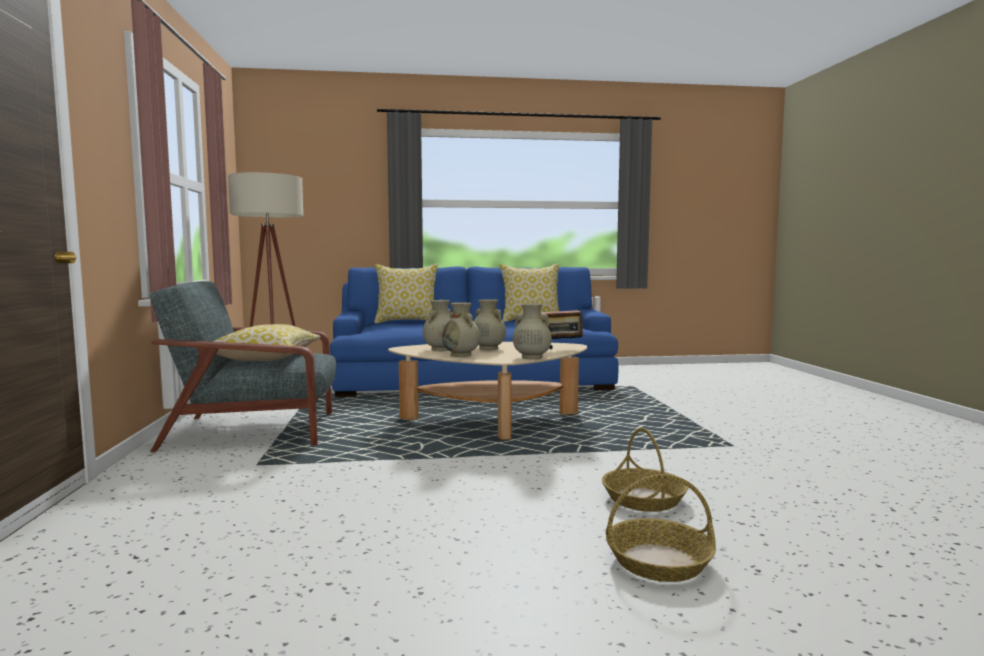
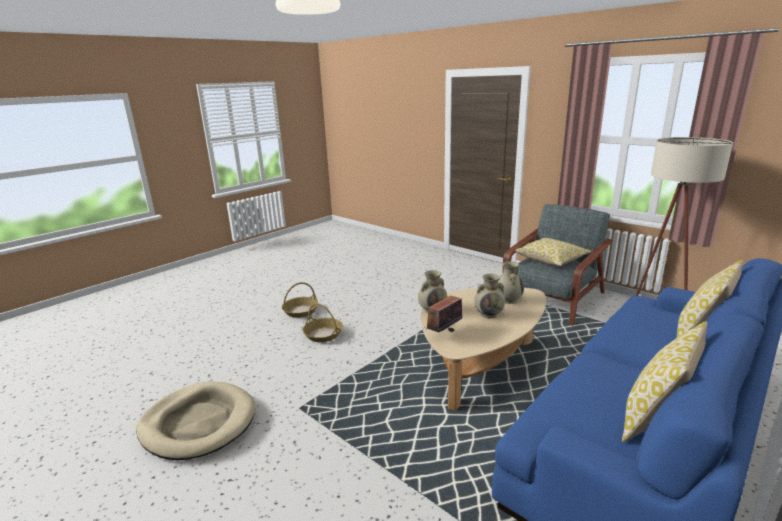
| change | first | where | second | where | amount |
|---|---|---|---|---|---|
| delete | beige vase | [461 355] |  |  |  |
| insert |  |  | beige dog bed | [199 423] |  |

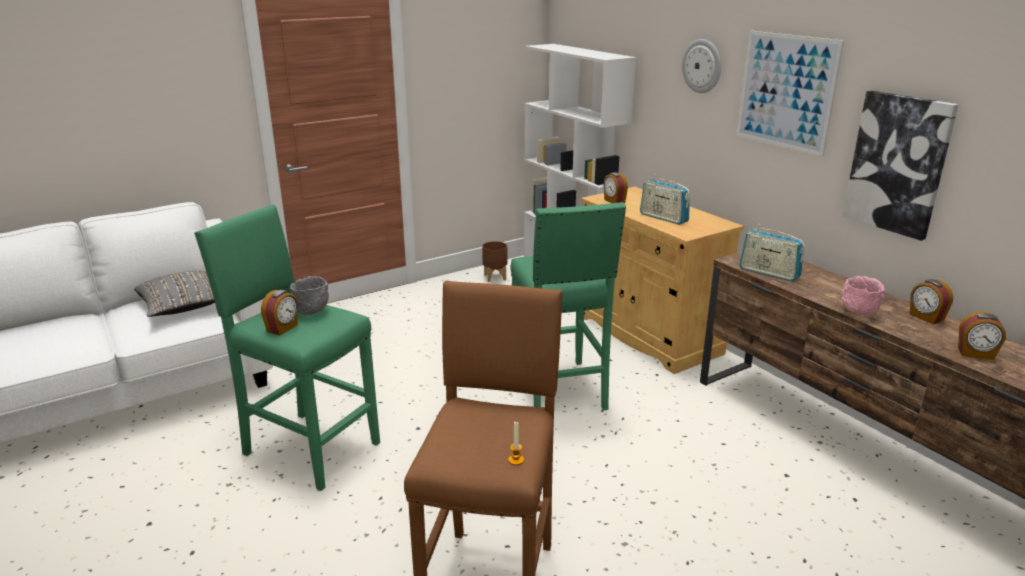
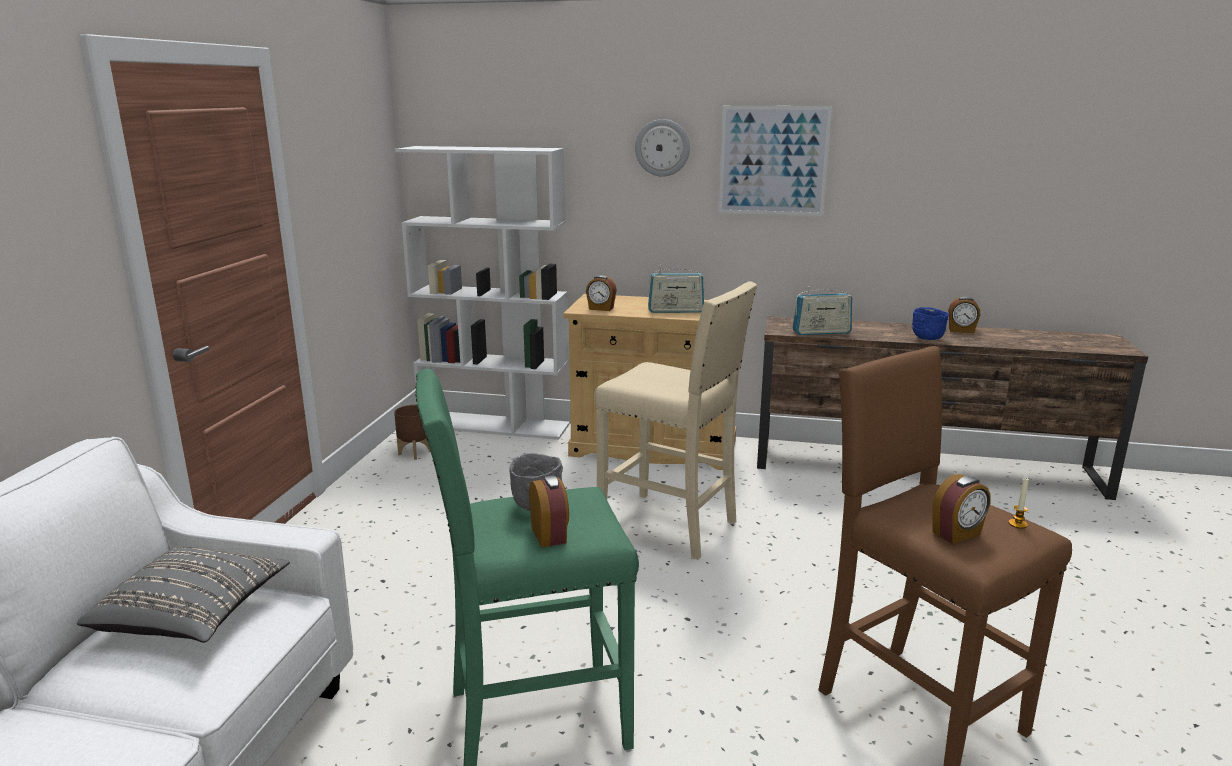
| change | first | where | second | where | amount |
|---|---|---|---|---|---|
| recolor | green stool | [558 390] | beige stool | [670 526] |  |
| delete | picture | [898 164] |  |  |  |
| recolor | pink bowl | [858 312] | blue bowl | [926 339] |  |
| move | alarm clock | [975 354] |  | [957 534] |  |

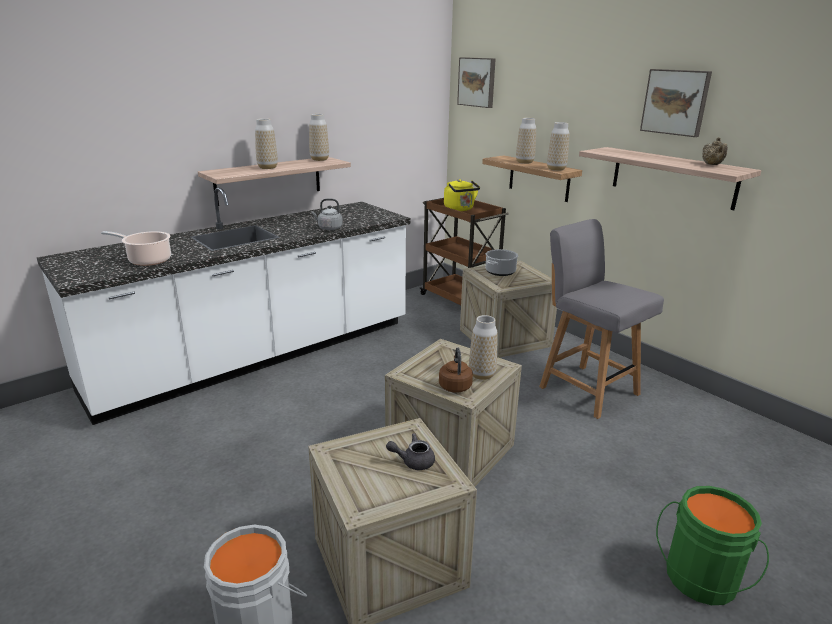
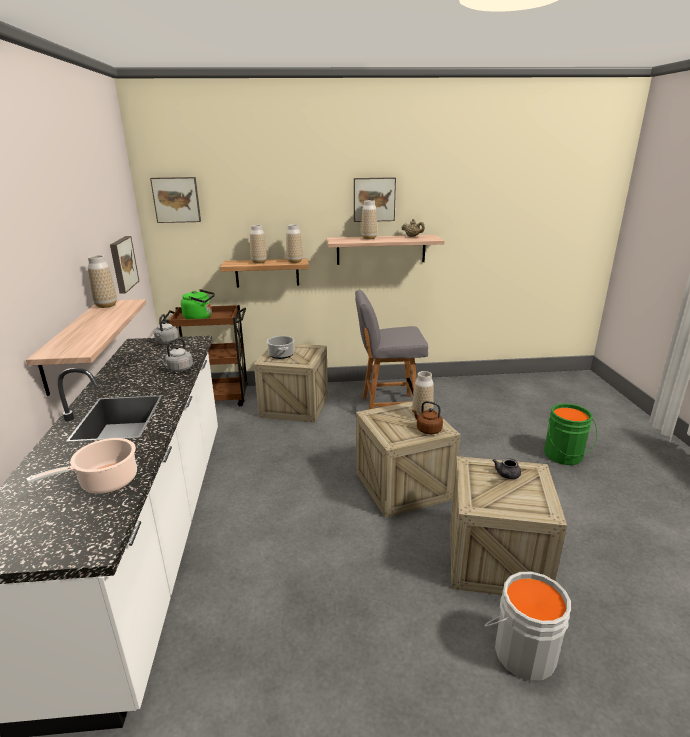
| change | first | where | second | where | amount |
|---|---|---|---|---|---|
| move | vase | [267 167] |  | [369 238] |  |
| recolor | yellow kettle | [460 209] | green kettle | [200 318] |  |
| insert |  |  | picture | [122 264] |  |
| insert |  |  | grey kettle | [166 342] |  |

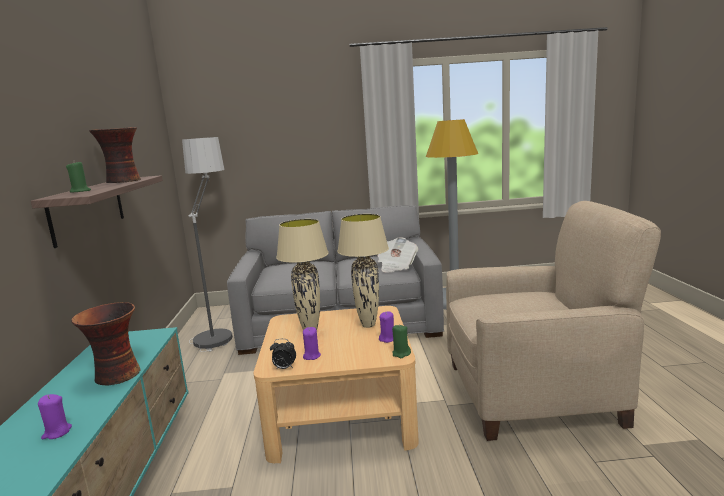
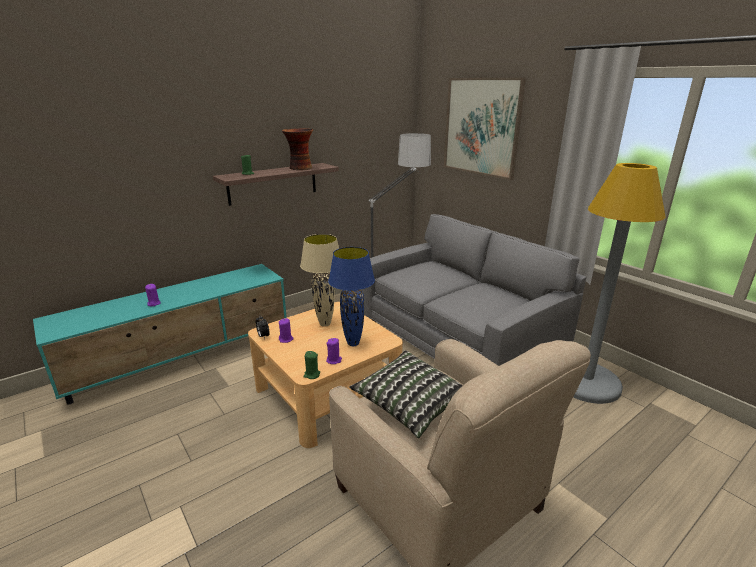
| change | first | where | second | where | amount |
|---|---|---|---|---|---|
| delete | vase | [116 376] |  |  |  |
| recolor | beige table lamp | [368 325] | blue table lamp | [353 343] |  |
| delete | newspaper | [396 266] |  |  |  |
| insert |  |  | pillow | [410 404] |  |
| insert |  |  | picture | [481 127] |  |

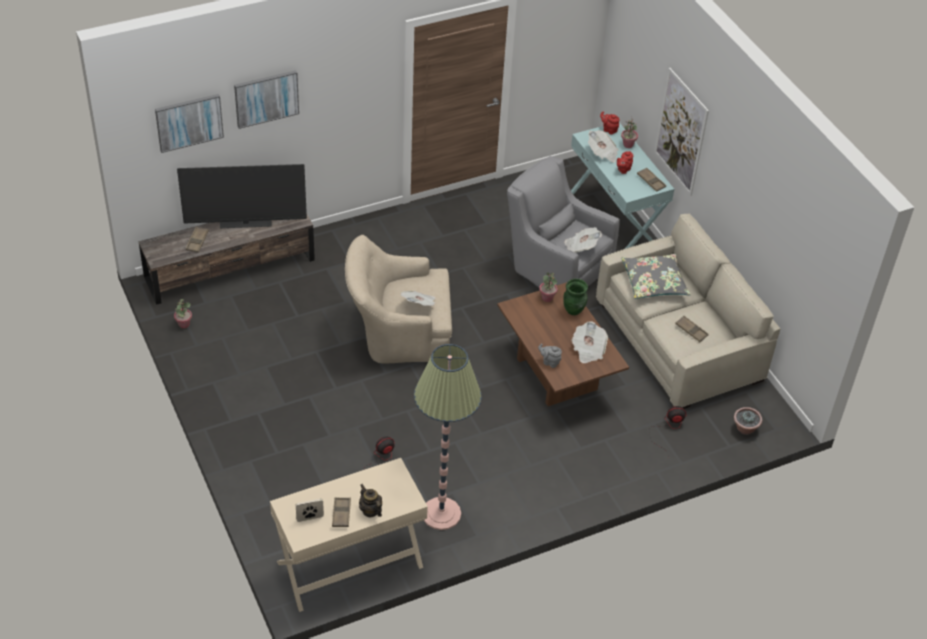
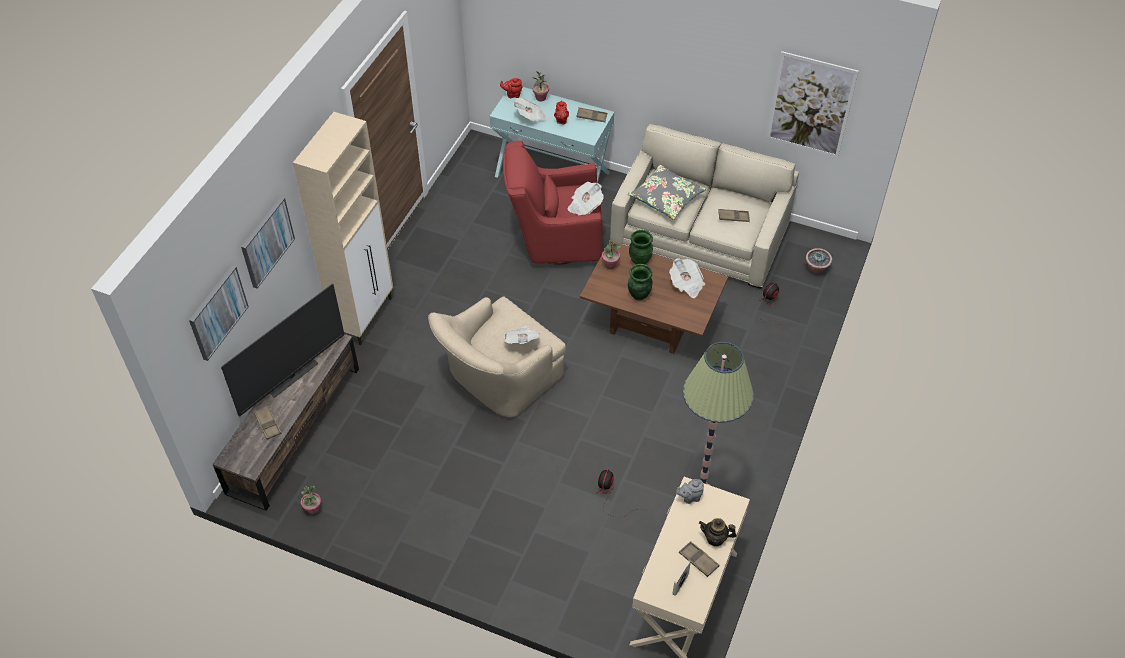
| change | first | where | second | where | amount |
|---|---|---|---|---|---|
| recolor | grey armchair | [555 269] | red armchair | [554 241] |  |
| move | grey teapot | [550 362] |  | [689 497] |  |
| move | picture | [681 132] |  | [810 105] |  |
| insert |  |  | beige cabinet | [365 316] |  |
| insert |  |  | green vase | [638 295] |  |

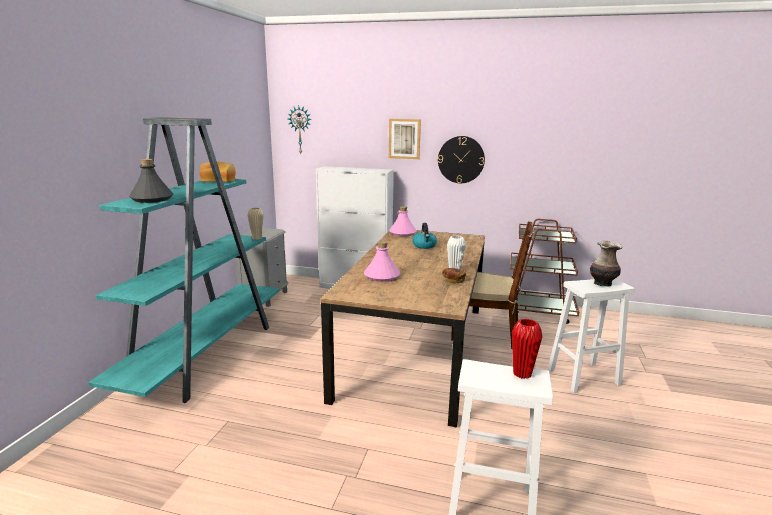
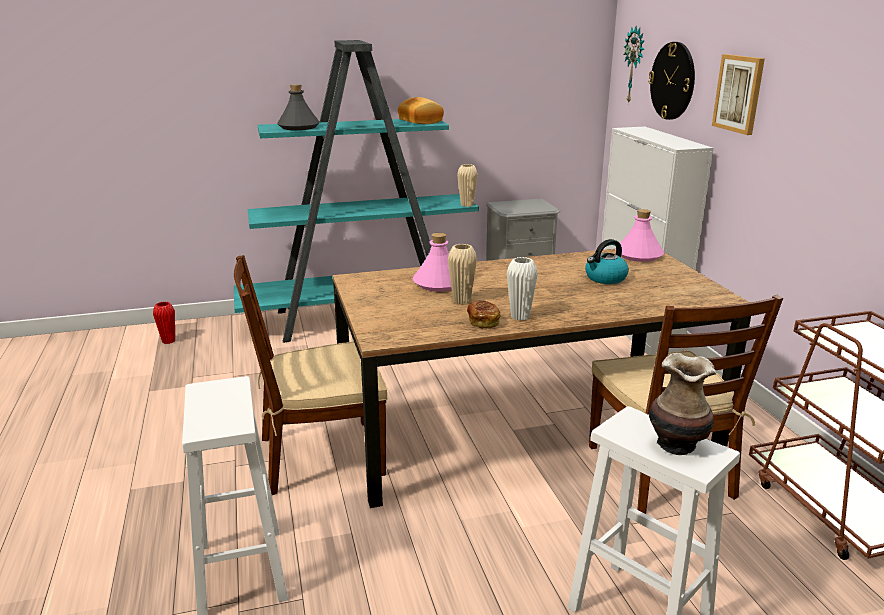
| change | first | where | second | where | amount |
|---|---|---|---|---|---|
| move | wall clock | [461 159] |  | [672 81] |  |
| move | red vase | [522 374] |  | [168 341] |  |
| insert |  |  | brown chair | [320 456] |  |
| insert |  |  | beige vase | [461 300] |  |

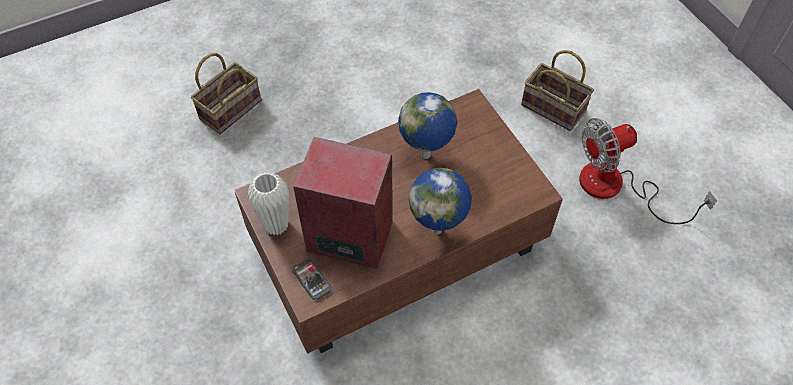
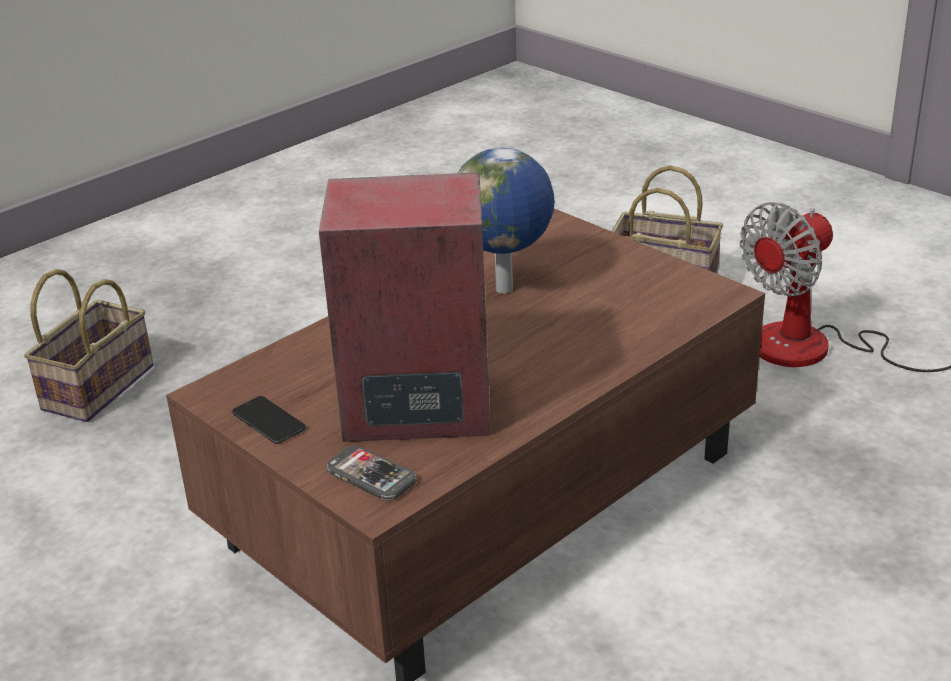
| change | first | where | second | where | amount |
|---|---|---|---|---|---|
| replace | white vase | [276 225] | phone | [269 421] |  |
| delete | globe | [438 229] |  |  |  |

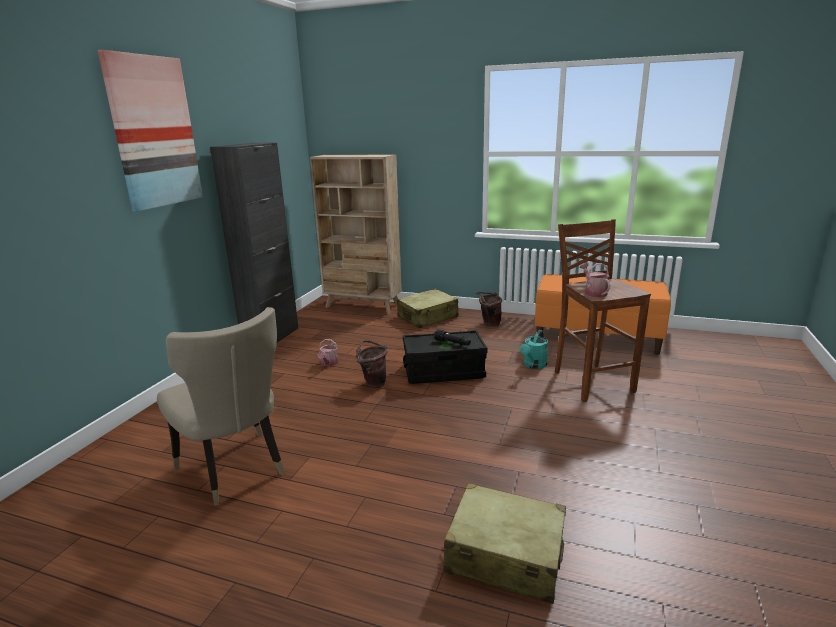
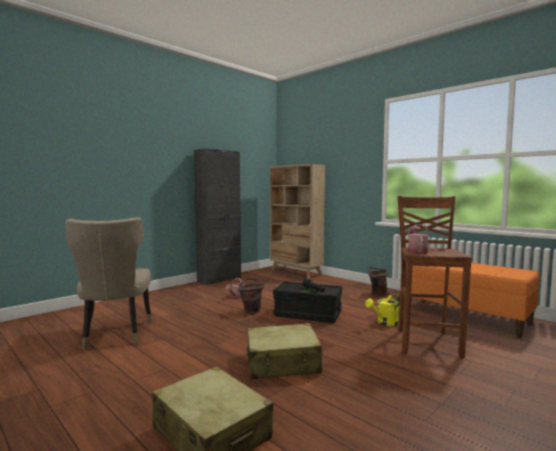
| change | first | where | second | where | amount |
|---|---|---|---|---|---|
| delete | picture | [154 132] |  |  |  |
| move | beige suitcase | [428 317] |  | [283 363] |  |
| recolor | turquoise watering can | [533 365] | yellow watering can | [385 323] |  |

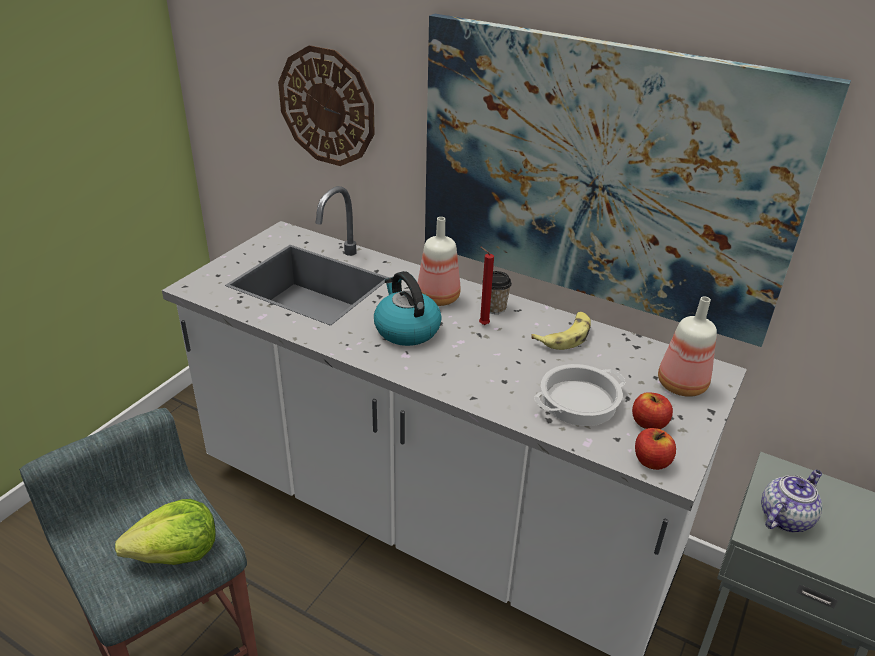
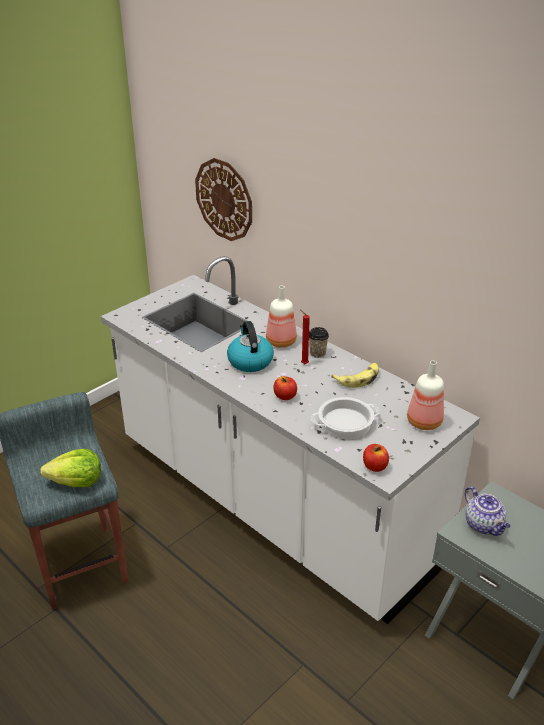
| change | first | where | second | where | amount |
|---|---|---|---|---|---|
| delete | picture | [598 176] |  |  |  |
| move | apple | [649 423] |  | [285 396] |  |
| rotate | teapot | [785 517] |  | [484 525] | 90 degrees clockwise |

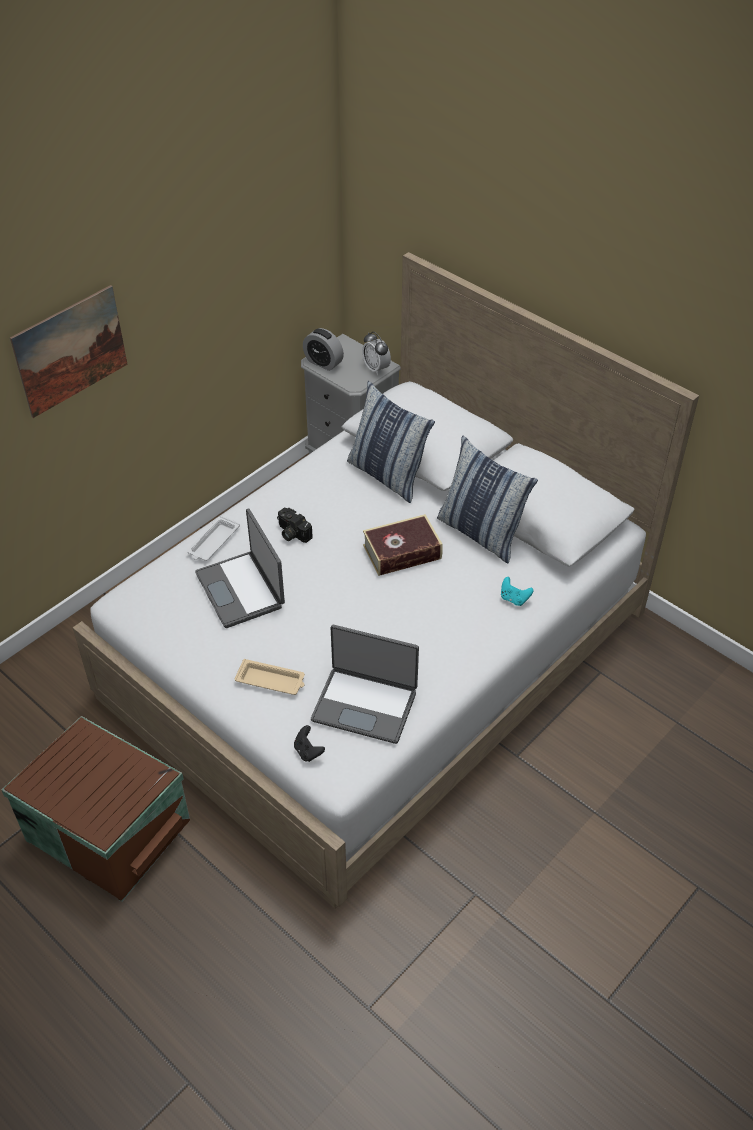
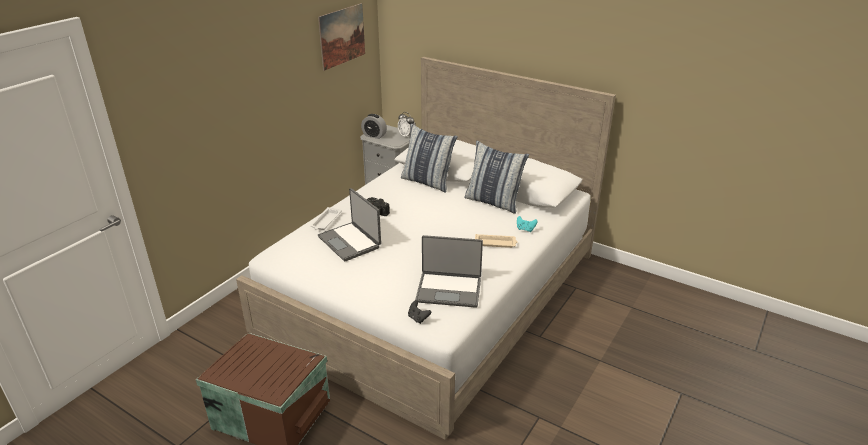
| change | first | where | second | where | amount |
|---|---|---|---|---|---|
| move | picture | [70 351] |  | [342 36] |  |
| move | beige tray | [271 681] |  | [496 243] |  |
| delete | book | [402 552] |  |  |  |

